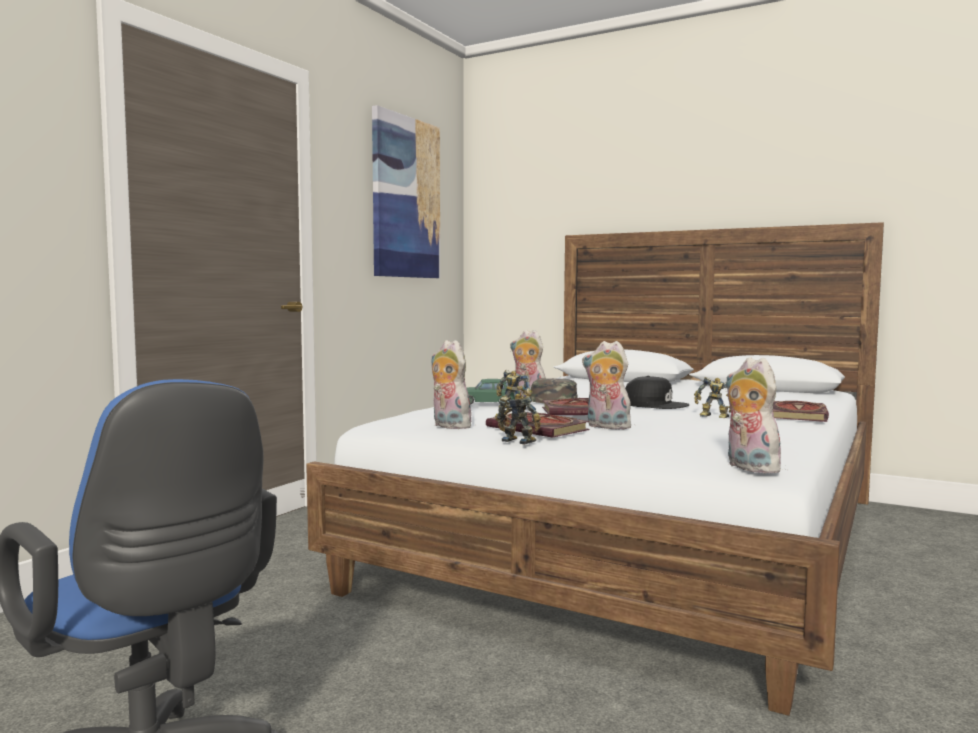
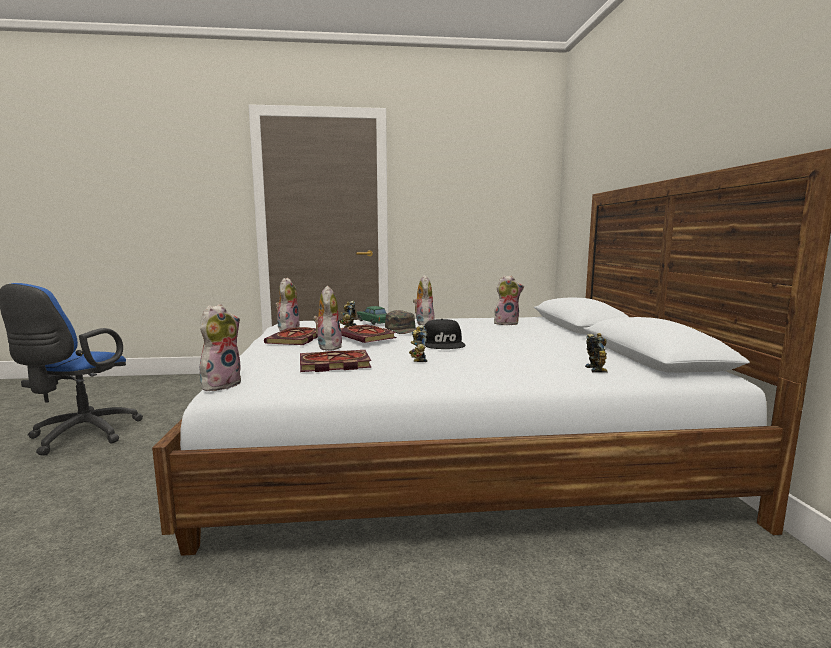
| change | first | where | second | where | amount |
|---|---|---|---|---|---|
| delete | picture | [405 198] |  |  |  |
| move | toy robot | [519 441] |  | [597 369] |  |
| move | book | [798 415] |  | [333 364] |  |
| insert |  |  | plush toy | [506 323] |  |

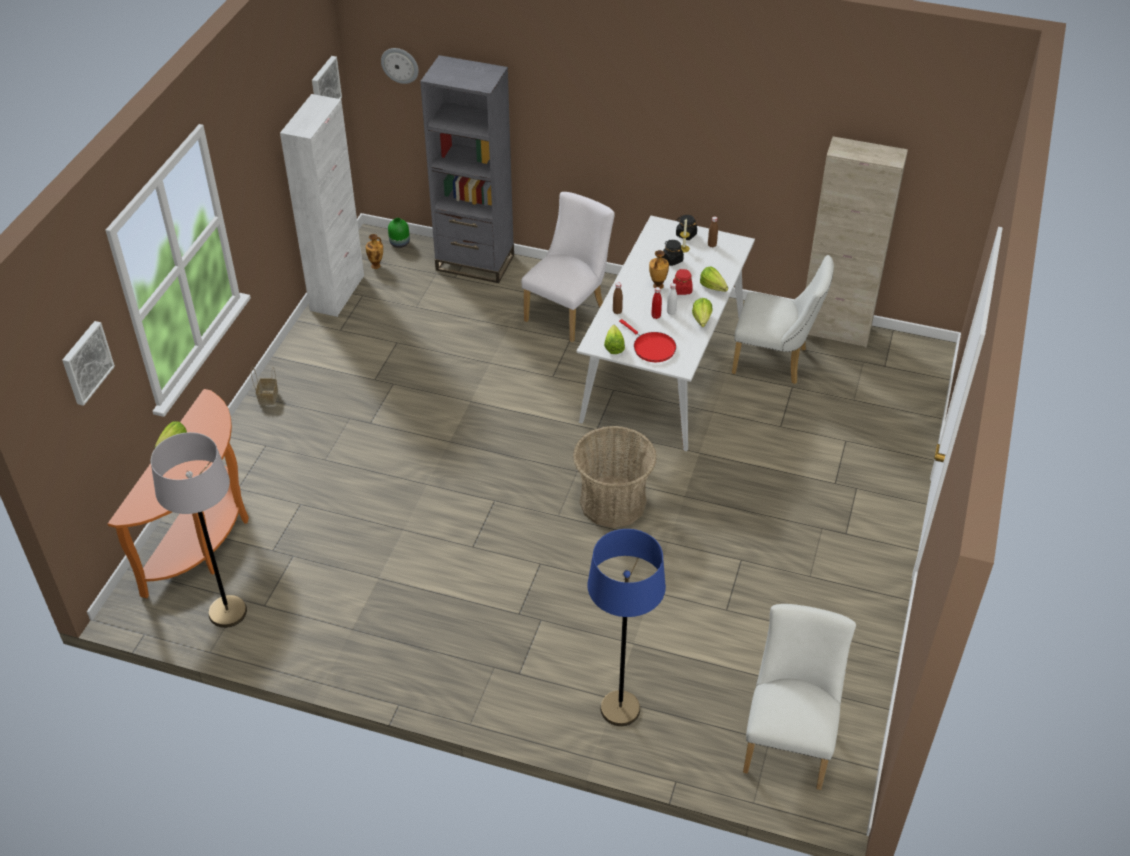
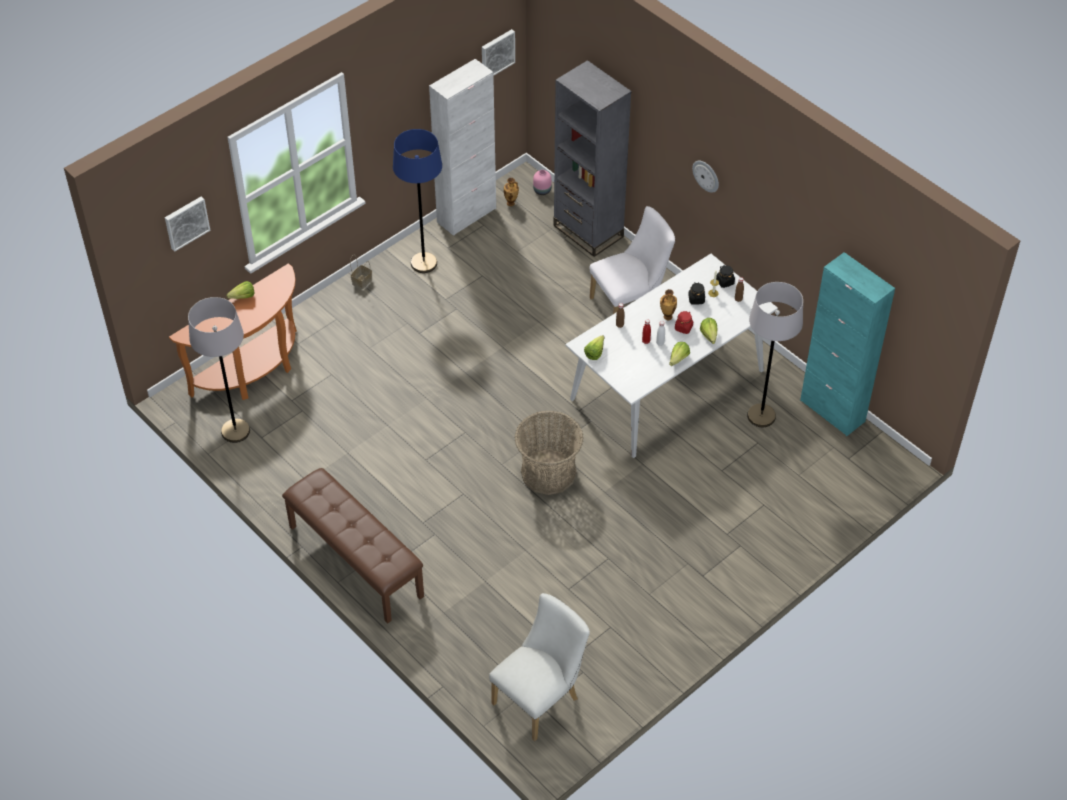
| change | first | where | second | where | amount |
|---|---|---|---|---|---|
| move | wall clock | [400 65] |  | [706 175] |  |
| recolor | green vase | [399 243] | pink vase | [542 190] |  |
| move | blue floor lamp | [620 709] |  | [424 263] |  |
| delete | red frying pan | [652 348] |  |  |  |
| replace | white chair | [775 362] | grey floor lamp | [761 416] |  |
| recolor | beige cabinet | [834 331] | turquoise cabinet | [832 411] |  |
| insert |  |  | brown bench | [354 561] |  |

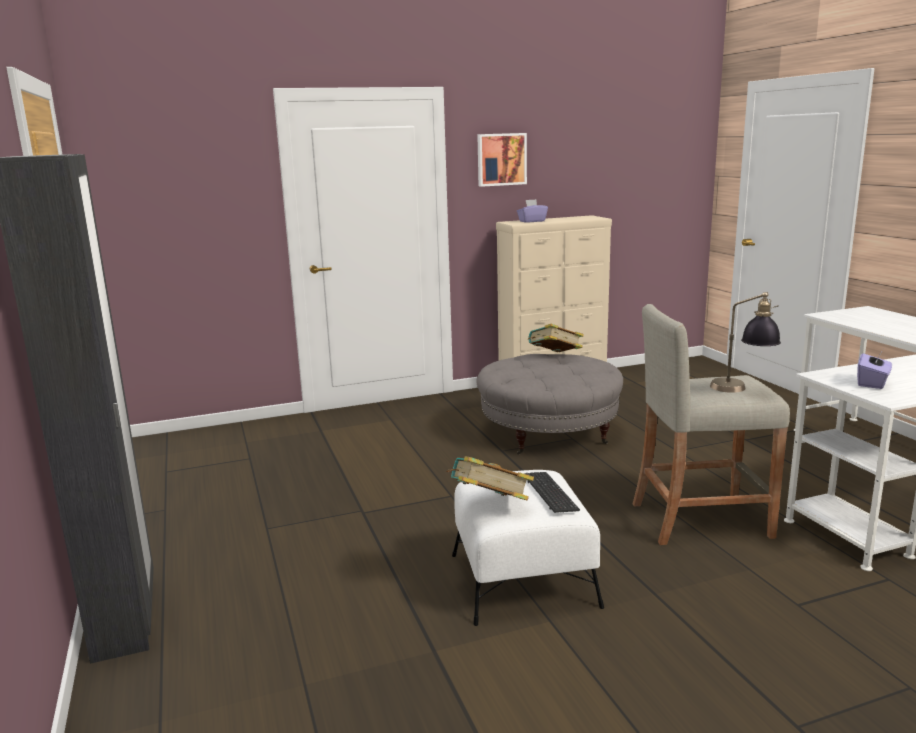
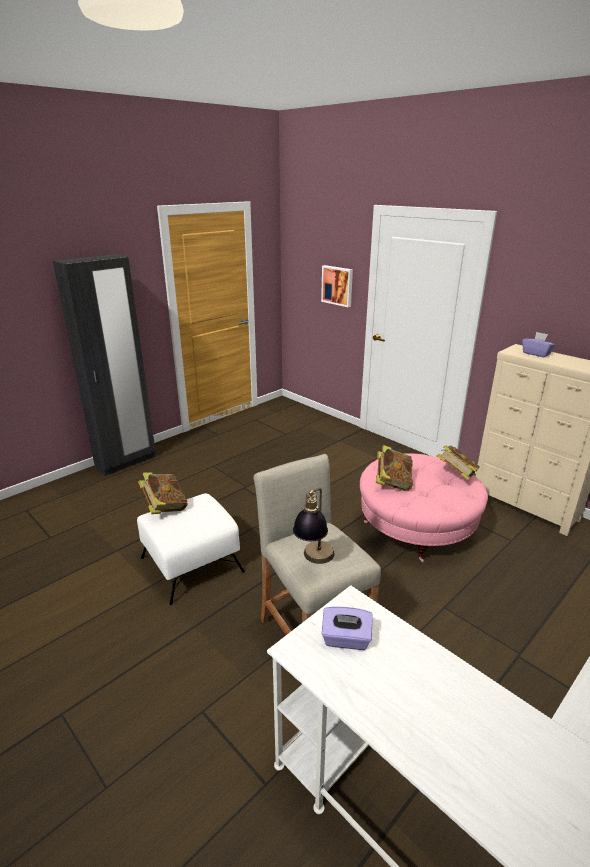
| change | first | where | second | where | amount |
|---|---|---|---|---|---|
| recolor | grey ottoman | [548 433] | pink ottoman | [416 527] |  |
| move | picture | [501 159] |  | [337 285] |  |
| delete | keyboard | [550 493] |  |  |  |
| insert |  |  | book | [392 483] |  |

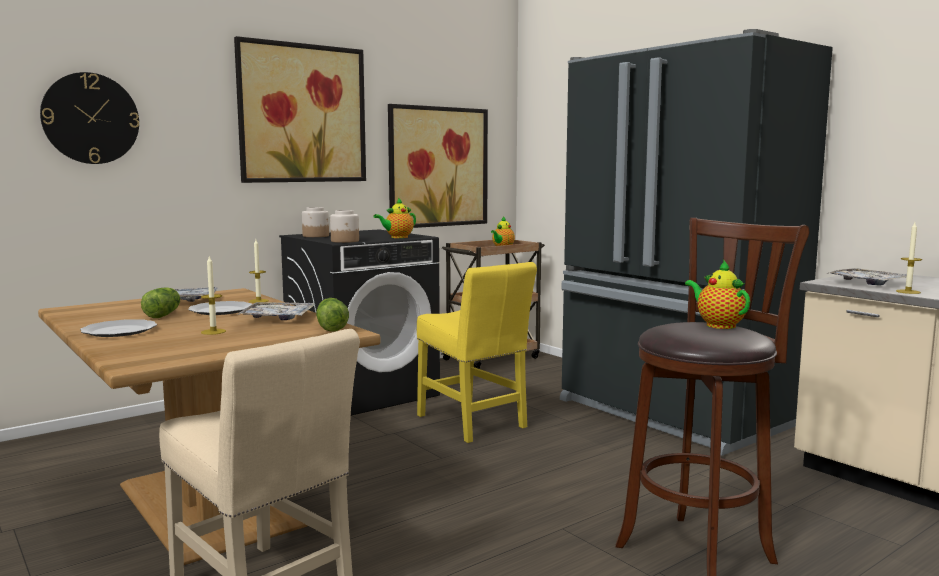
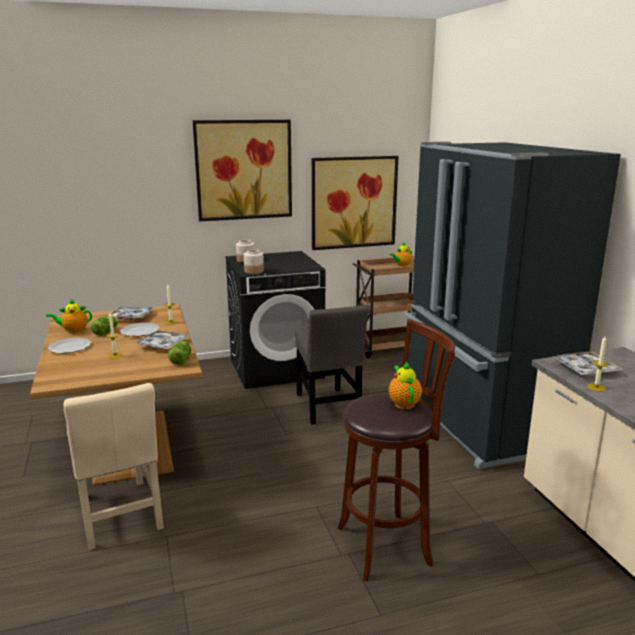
| change | first | where | second | where | amount |
|---|---|---|---|---|---|
| delete | wall clock | [90 118] |  |  |  |
| move | teapot | [397 237] |  | [73 331] |  |
| recolor | yellow chair | [473 423] | grey chair | [328 407] |  |

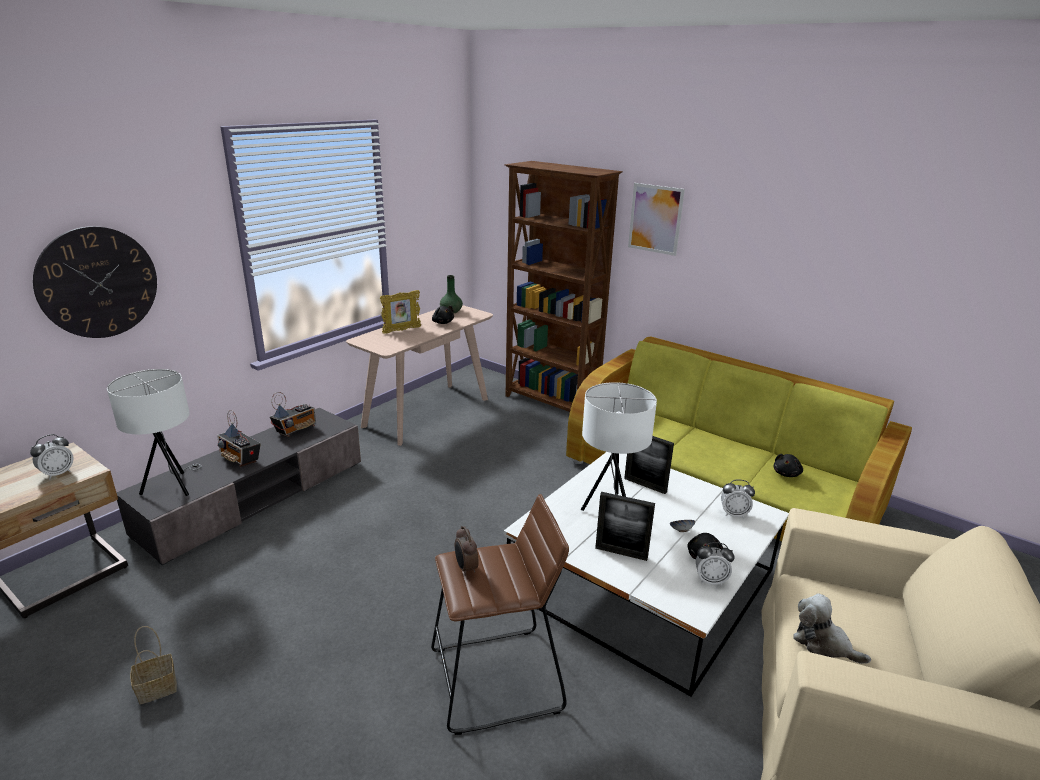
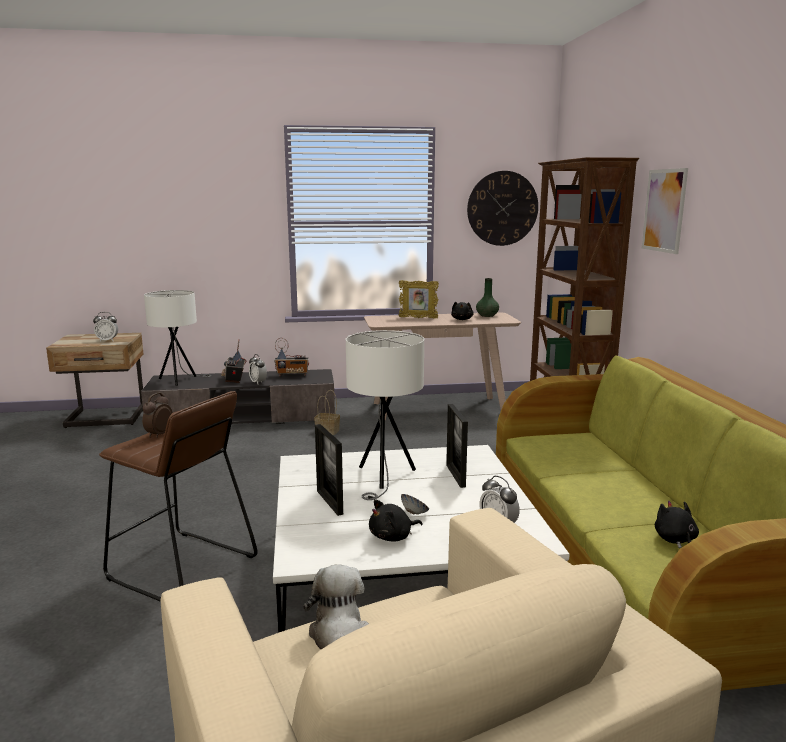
| change | first | where | second | where | amount |
|---|---|---|---|---|---|
| move | wall clock | [98 283] |  | [502 208] |  |
| move | basket | [158 687] |  | [328 431] |  |
| move | alarm clock | [710 580] |  | [258 382] |  |
| rotate | black plush toy | [786 474] |  | [676 541] | 90 degrees clockwise |

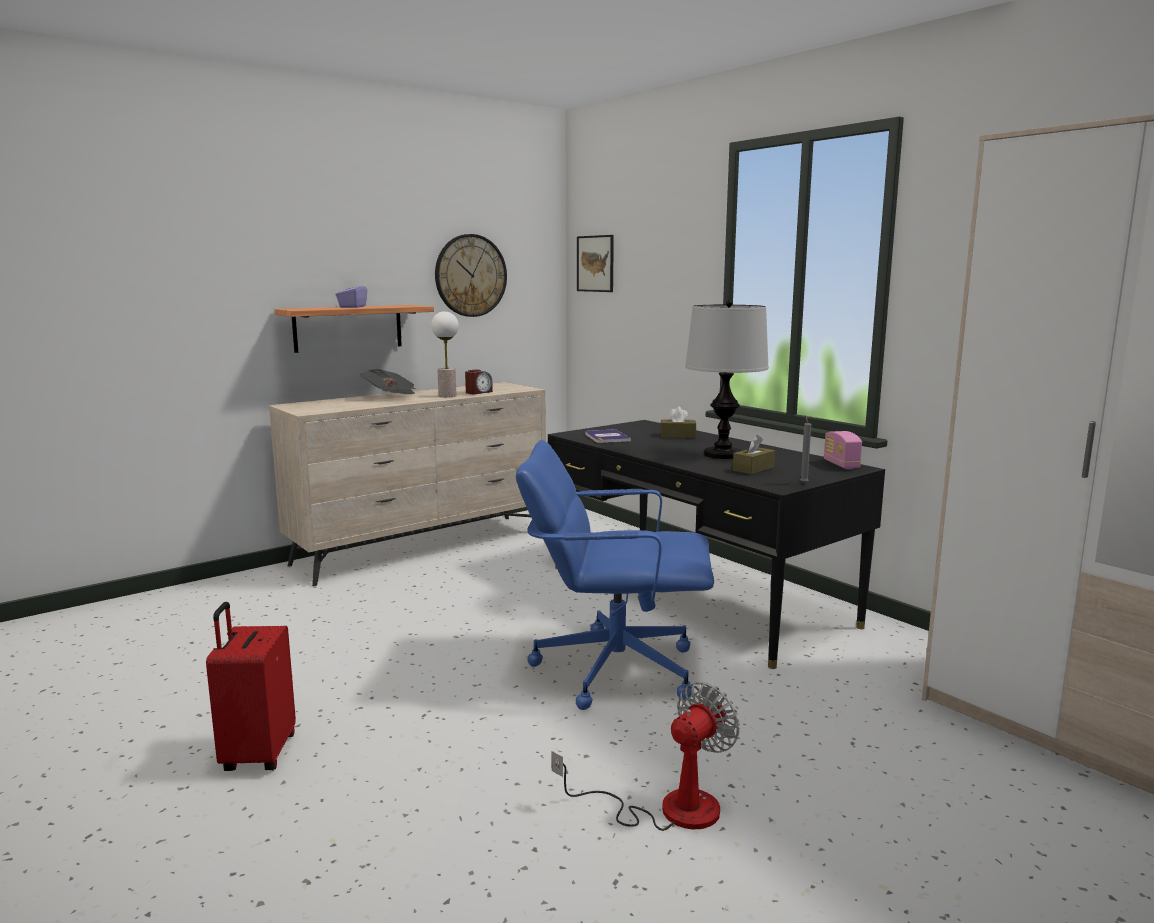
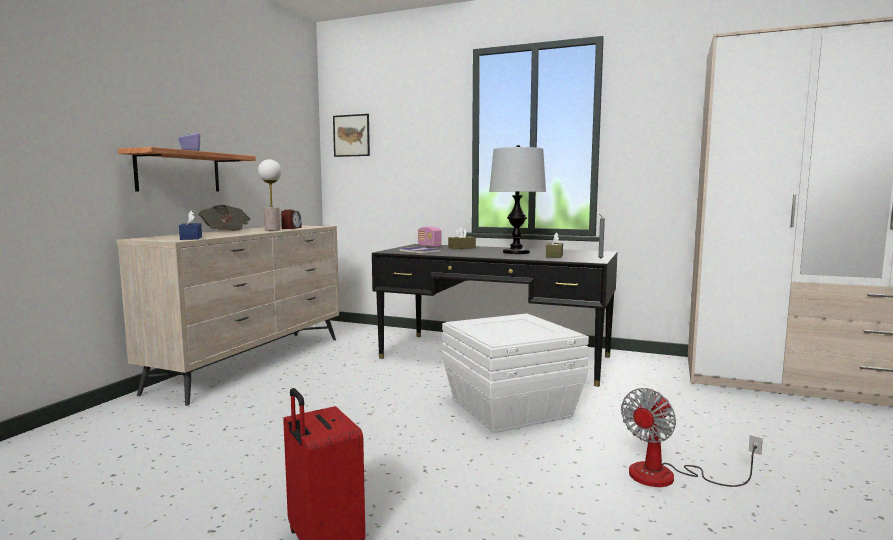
| change | first | where | second | where | amount |
|---|---|---|---|---|---|
| delete | wall clock | [470 275] |  |  |  |
| replace | blue office chair | [614 668] | white storage box | [510 407] |  |
| rotate | fan | [668 809] |  | [668 476] | 150 degrees counterclockwise |
| move | radio | [841 465] |  | [429 246] |  |
| insert |  |  | blue tissue box | [191 238] |  |

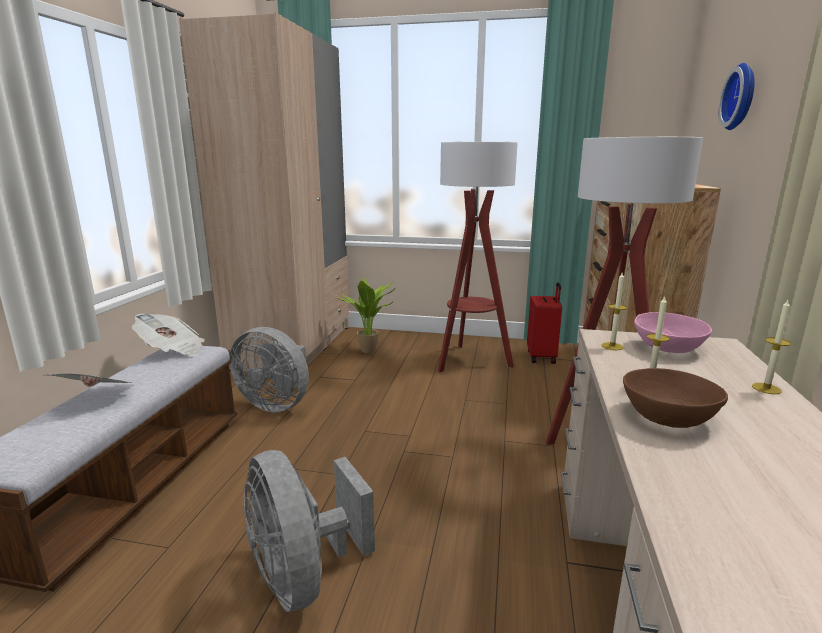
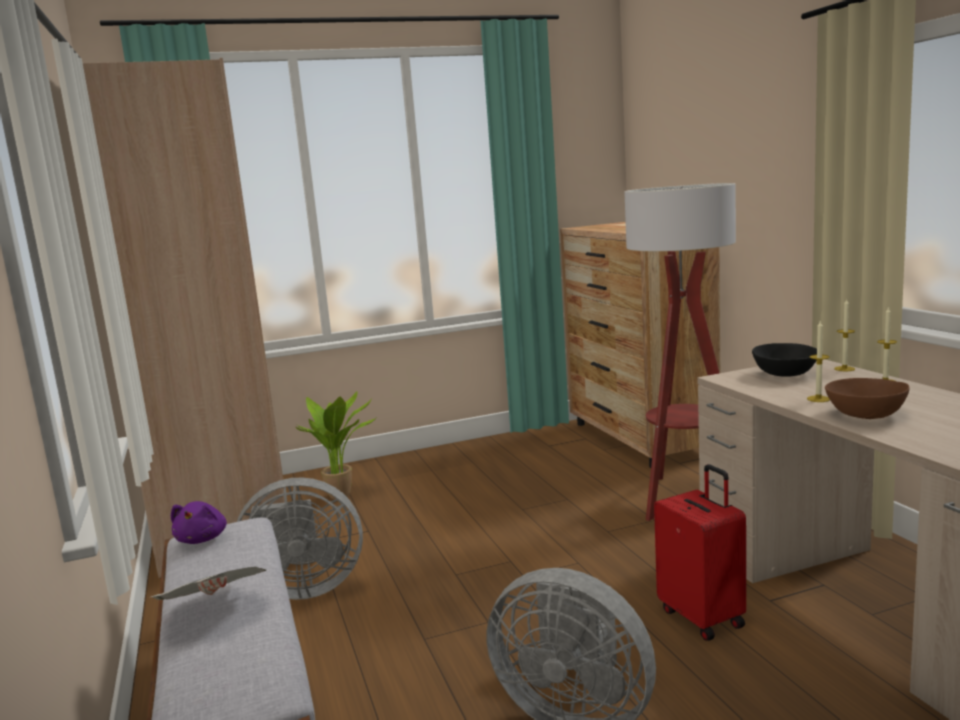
| change | first | where | second | where | amount |
|---|---|---|---|---|---|
| replace | newspaper | [172 350] | purple plush toy | [202 539] |  |
| delete | floor lamp | [470 360] |  |  |  |
| move | red suitcase | [542 357] |  | [703 617] |  |
| move | candle | [612 346] |  | [844 369] |  |
| recolor | pink bowl | [668 348] | black bowl | [785 374] |  |
| delete | wall clock | [742 97] |  |  |  |

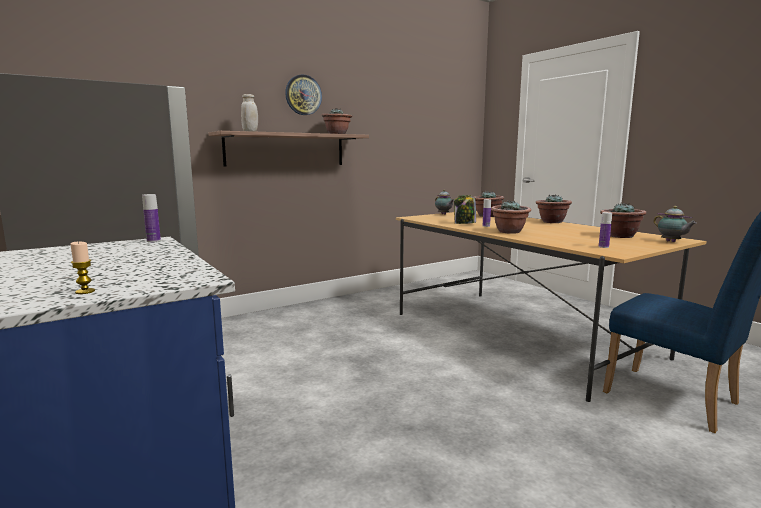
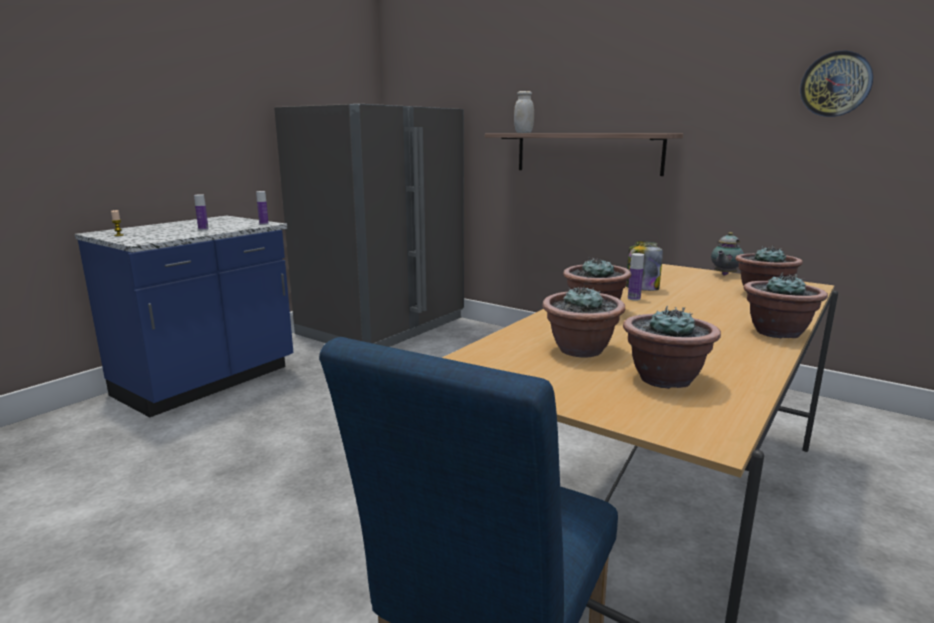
| change | first | where | second | where | amount |
|---|---|---|---|---|---|
| move | wall clock | [303 95] |  | [835 84] |  |
| move | potted plant | [337 134] |  | [581 350] |  |
| move | bottle | [603 247] |  | [203 229] |  |
| delete | teapot | [671 242] |  |  |  |

